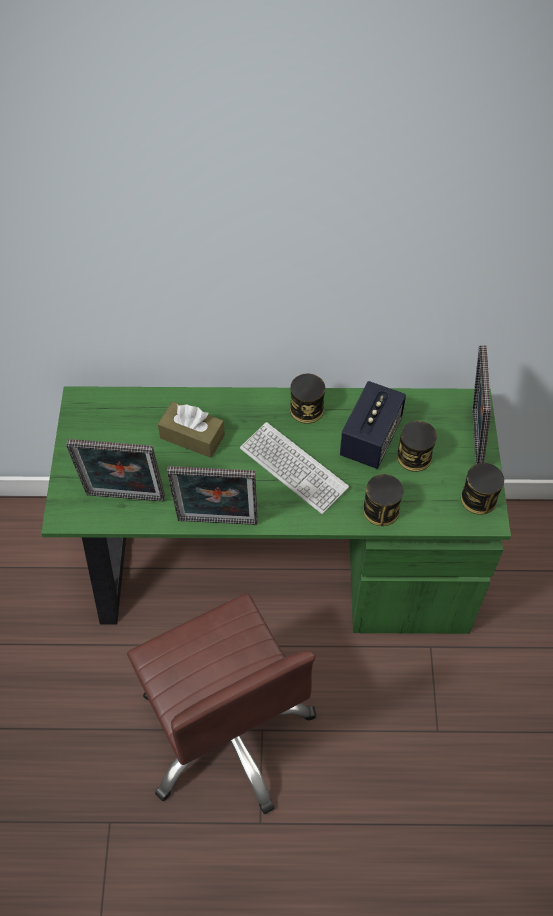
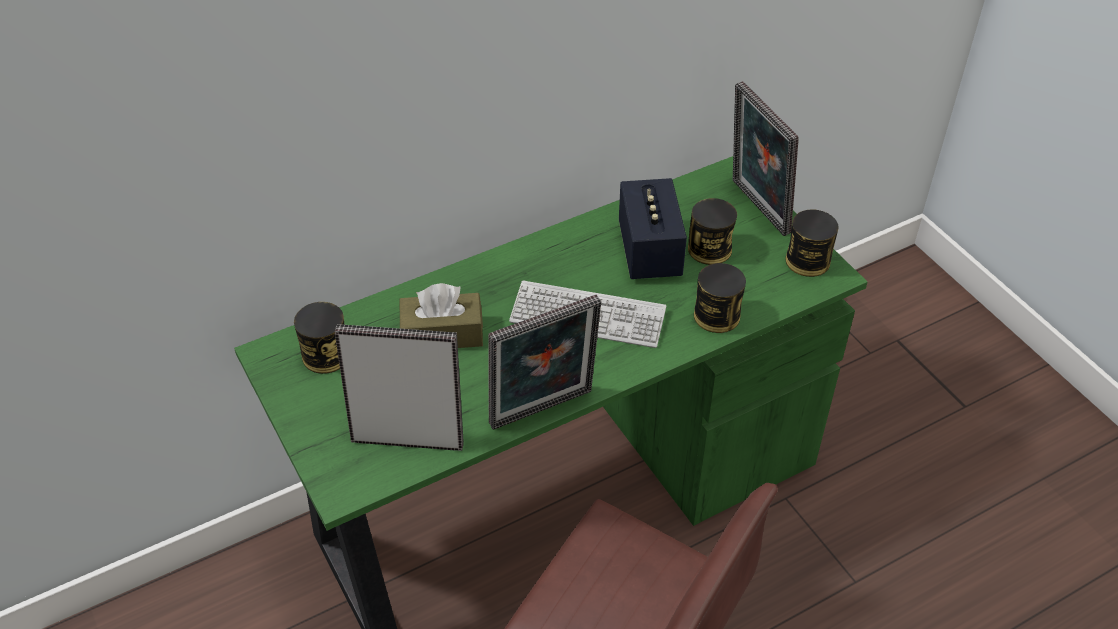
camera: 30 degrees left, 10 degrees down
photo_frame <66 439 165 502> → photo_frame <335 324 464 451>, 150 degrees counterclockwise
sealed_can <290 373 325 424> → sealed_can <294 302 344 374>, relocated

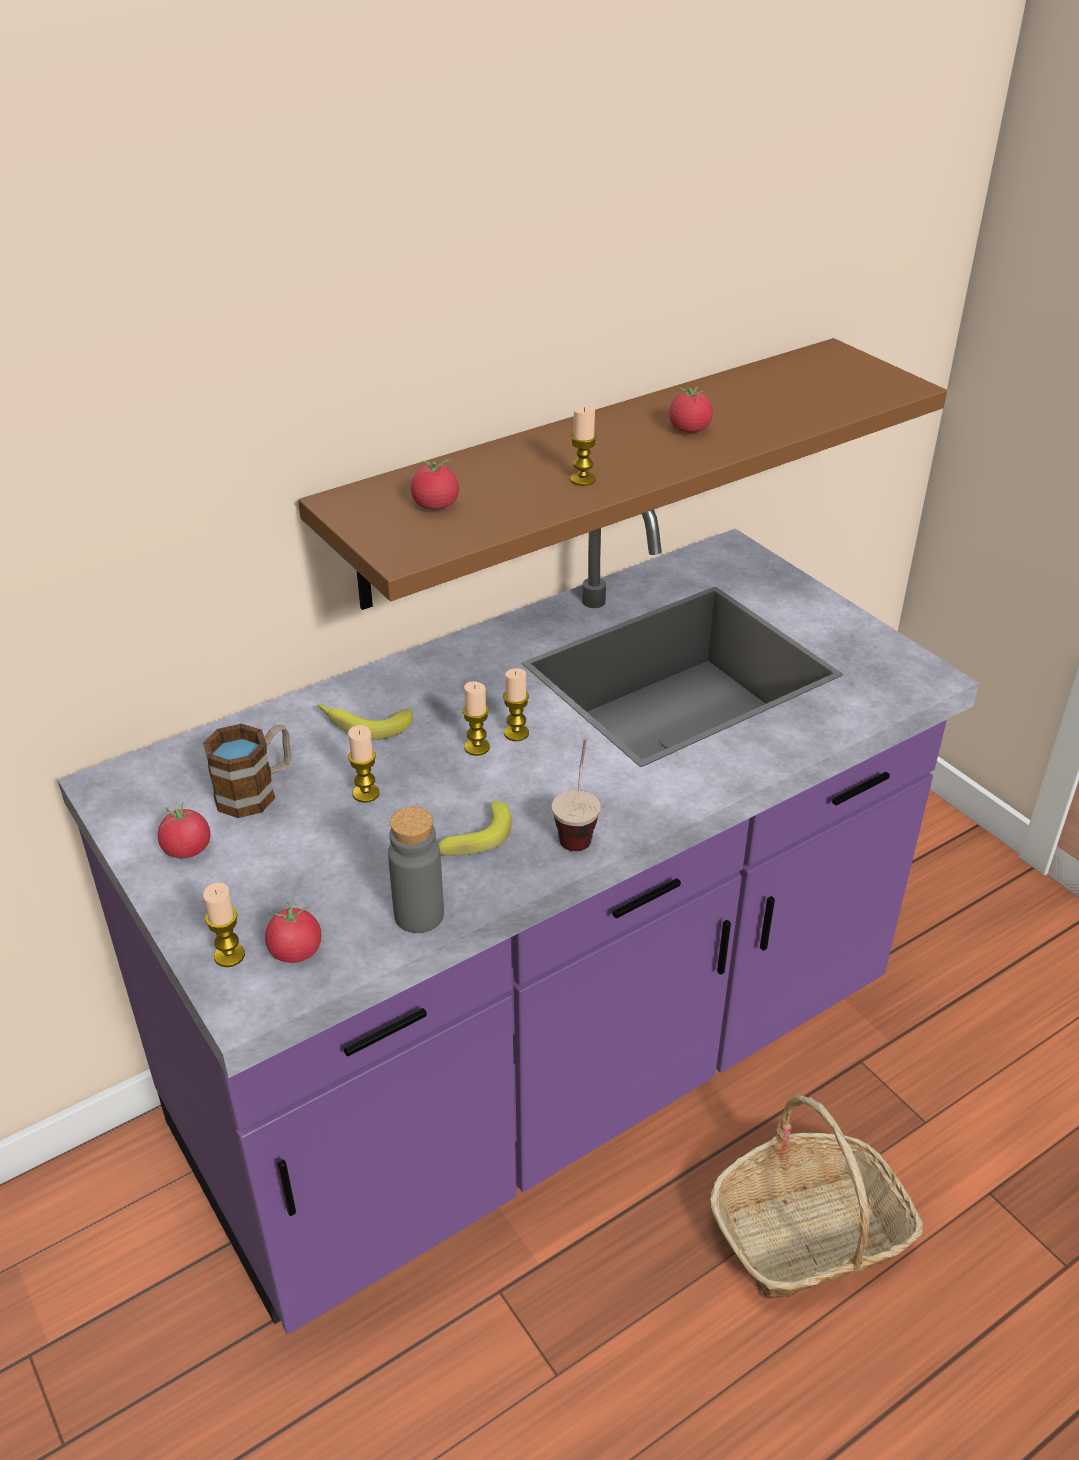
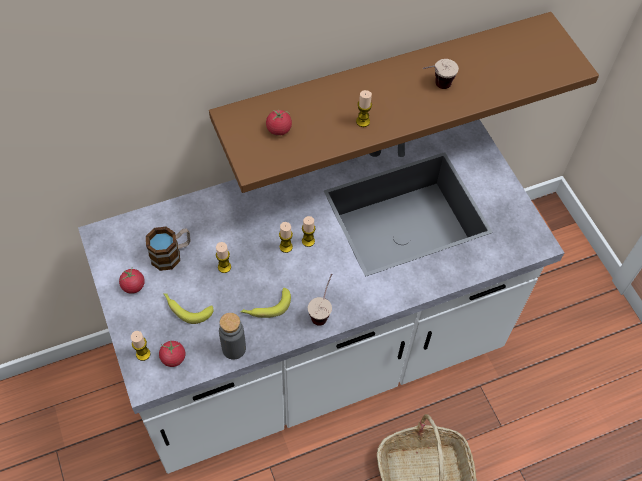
camera: 10 degrees right, 20 degrees up
purple-coloured_kitchen_counter <57 510 979 1334> → white-coloured_kitchen_counter <78 119 564 474>
banana_fruit <317 704 413 740> → banana_fruit <163 293 214 324>, relocated
fresh_tomato <669 386 713 433> → drinking_cup <423 59 459 89>

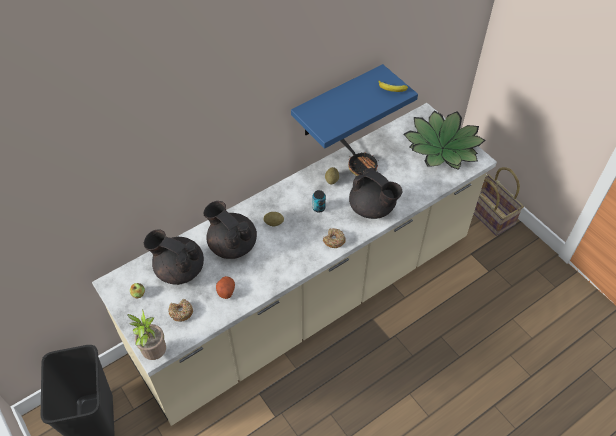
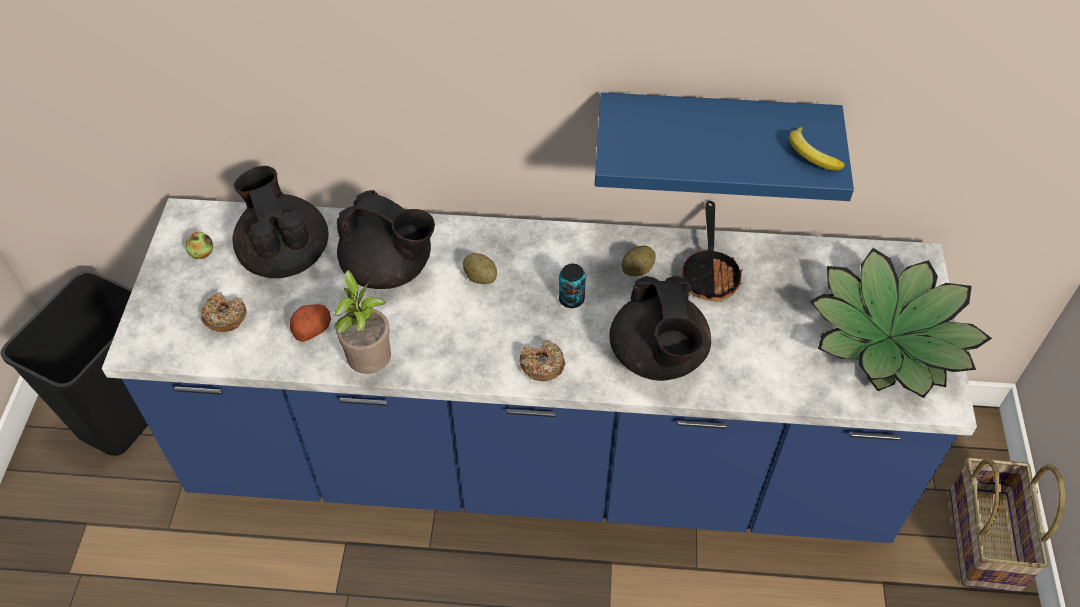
camera: 40 degrees right, 0 degrees up
beige_kitchen_counter <92 103 497 426> → blue-coloured_kitchen_counter <102 198 977 543>
houseplant <127 309 166 360> → houseplant <334 270 391 374>, relocated
blackish_tea_pot <203 201 257 259> → blackish_tea_pot <337 190 435 289>, 120 degrees clockwise

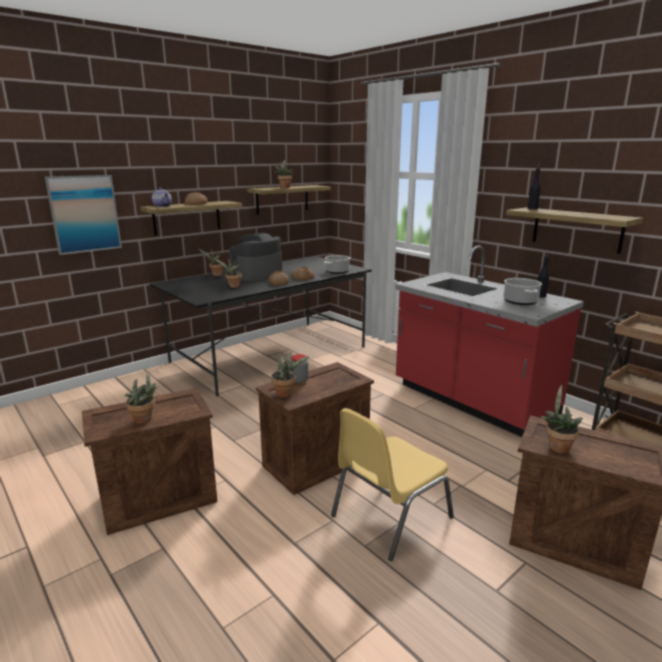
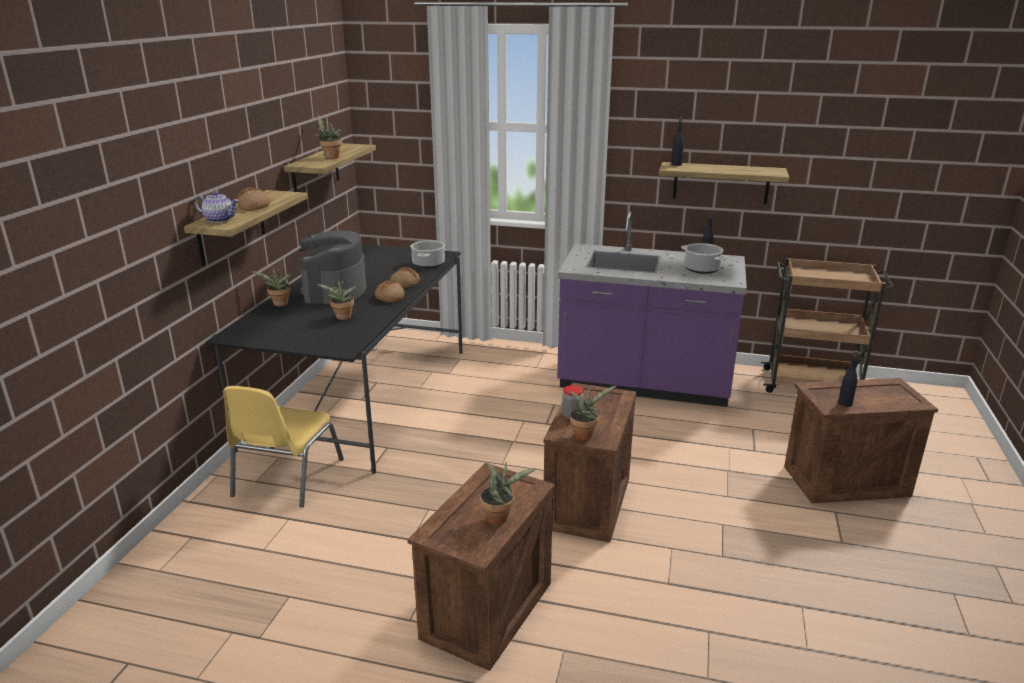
camera: 35 degrees left, 5 degrees up
wall_art <45 175 122 255> → -
yellow_chair <331 408 454 561> → yellow_chair <223 386 344 508>, relocated
red_kitchen_counter <396 245 584 437> → purple-coloured_kitchen_counter <557 211 747 407>
houseplant <541 385 583 453> → blackish_bottle <838 350 858 407>

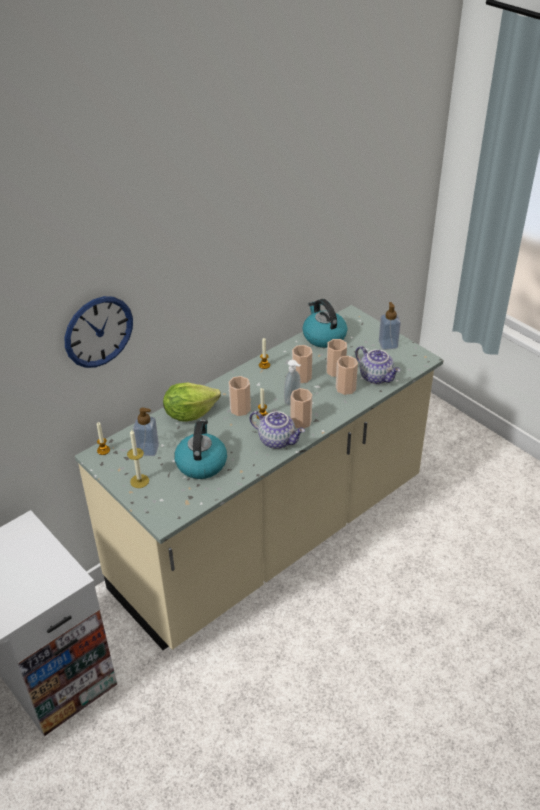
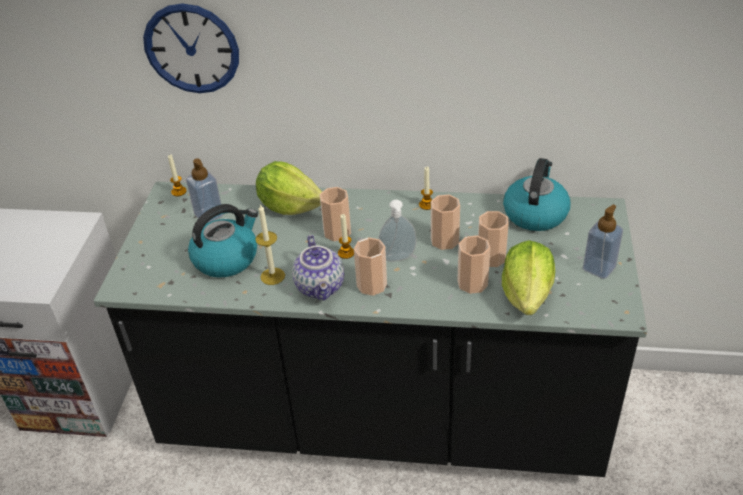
camera: 50 degrees right, 0 degrees up
beige_kitchen_counter <75 305 444 650> → blackish_kitchen_counter <94 182 647 477>
wax_candle <127 429 149 488> → wax_candle <255 204 285 285>, relocated
tea_pot <355 346 400 384> → head_of_lettuce <502 240 555 315>

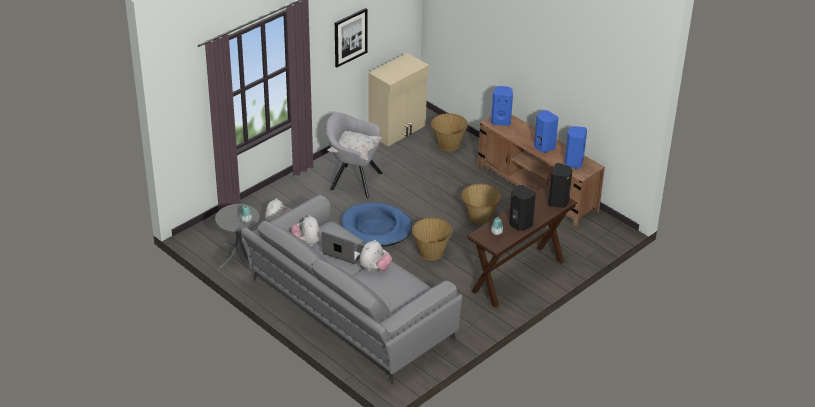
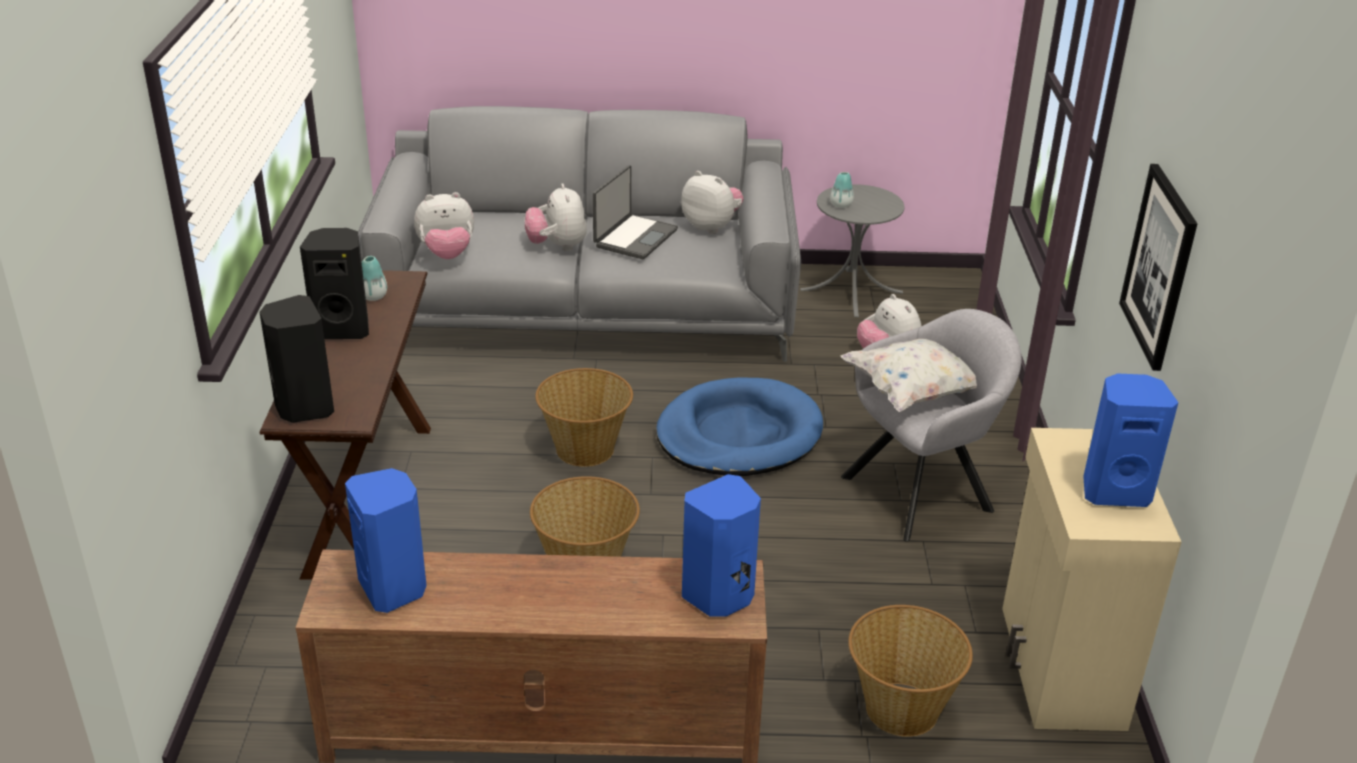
camera: 135 degrees right, 5 degrees down
notebook_computer <322 231 364 264> → notebook_computer <593 165 678 259>, 45 degrees counterclockwise
blue-coloured_audio_speaker <534 110 559 153> → blue-coloured_audio_speaker <1083 373 1179 507>, relocated
- → cuddly_toy <414 192 474 259>

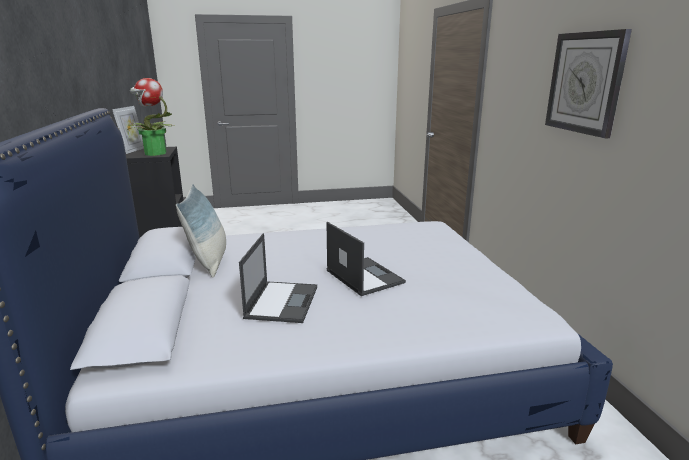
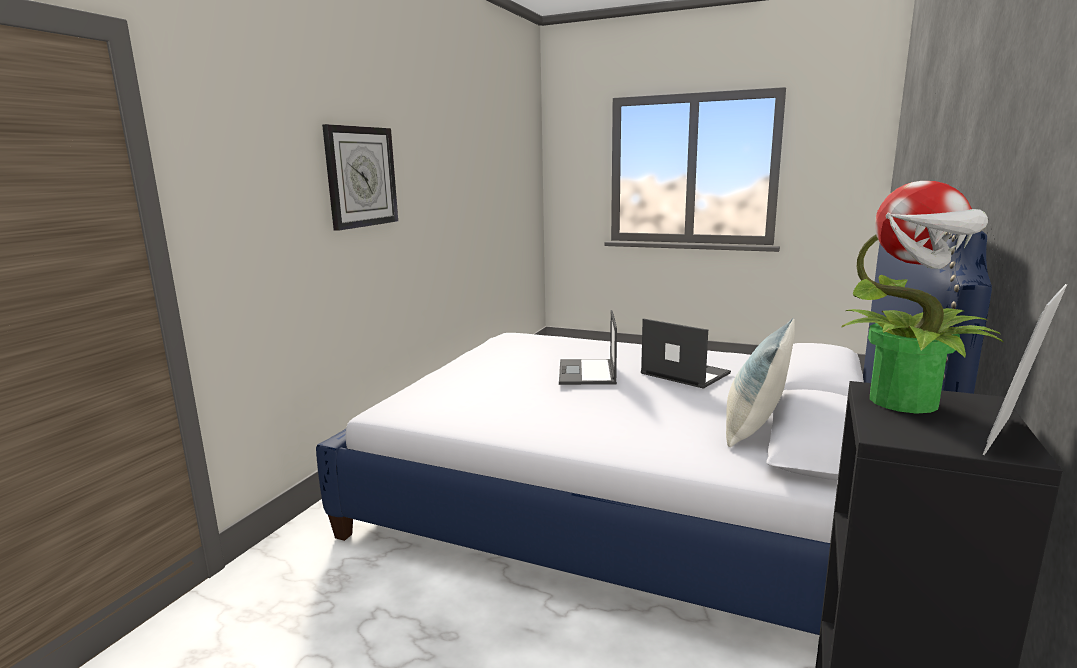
camera: 145 degrees left, 5 degrees down
notebook_computer <239 233 317 323> → notebook_computer <641 318 731 389>, 90 degrees clockwise

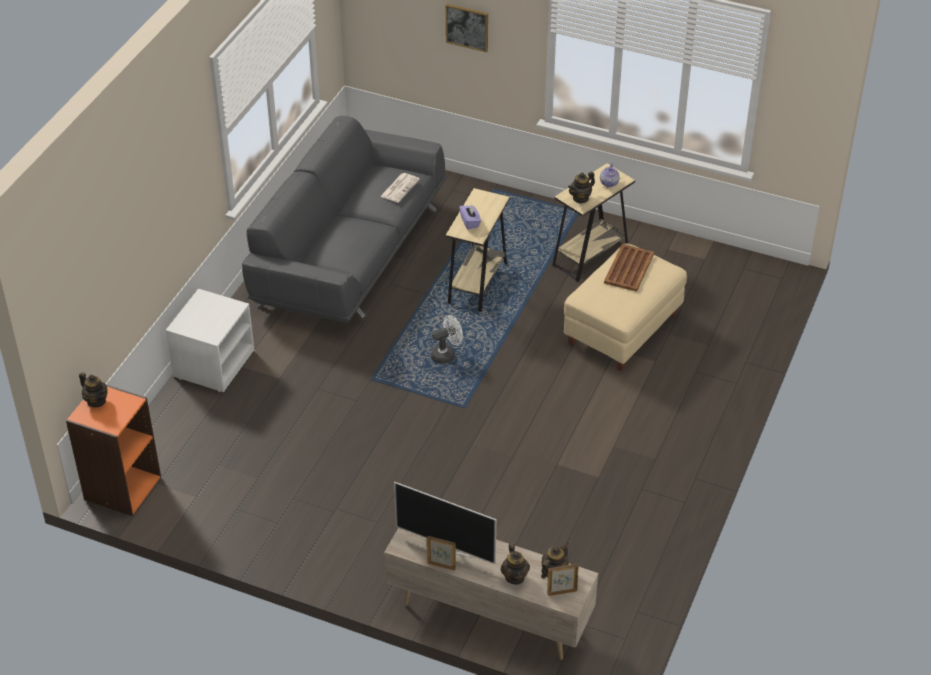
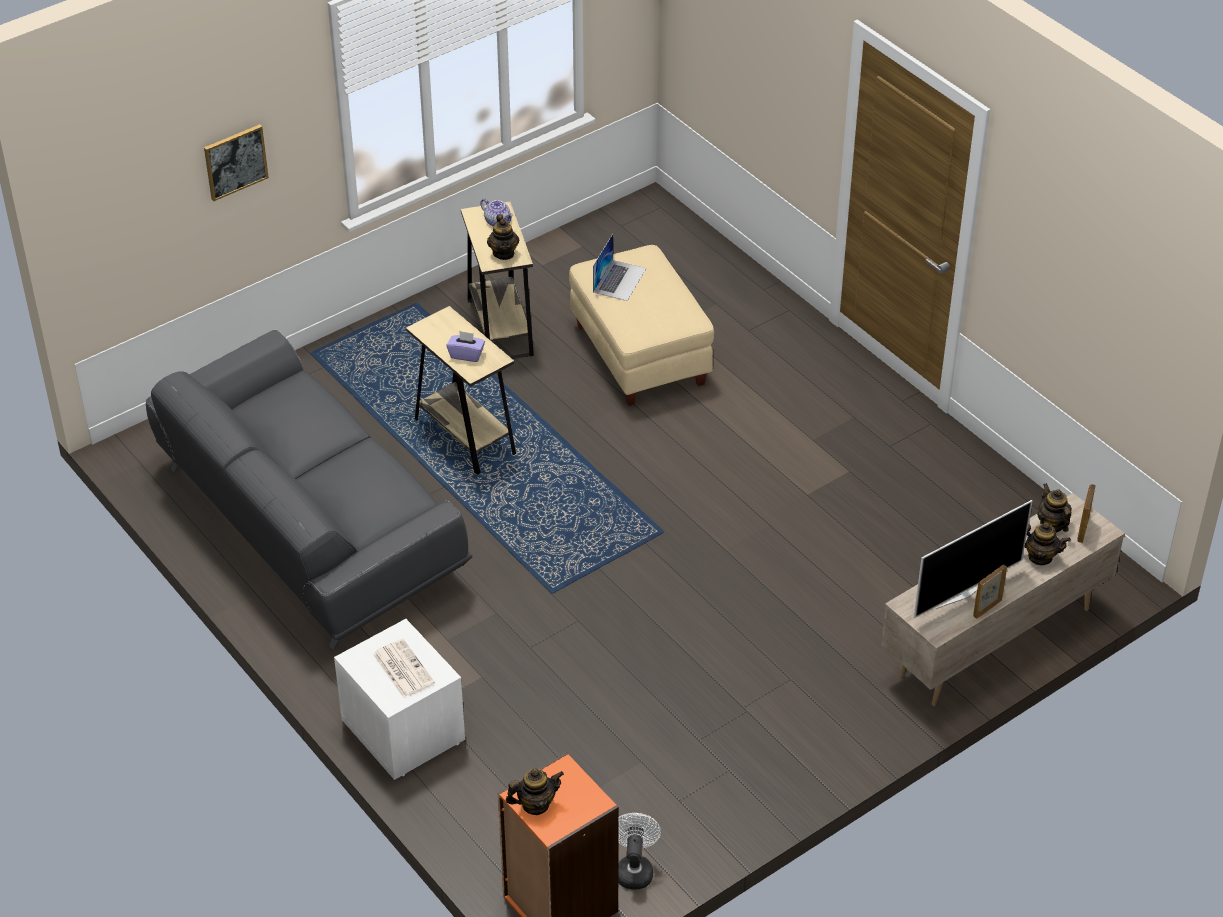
camera: 60 degrees left, 0 degrees up
newspaper <380 173 420 203> → newspaper <373 639 435 698>, relocated
white-coloured_electric_fan <431 315 463 364> → white-coloured_electric_fan <618 813 661 890>, relocated
brown_carrying_tray <604 244 654 292> → notebook_computer <593 234 646 301>

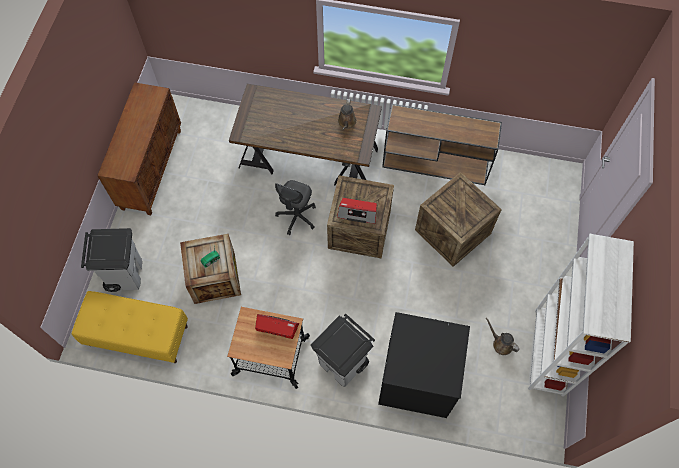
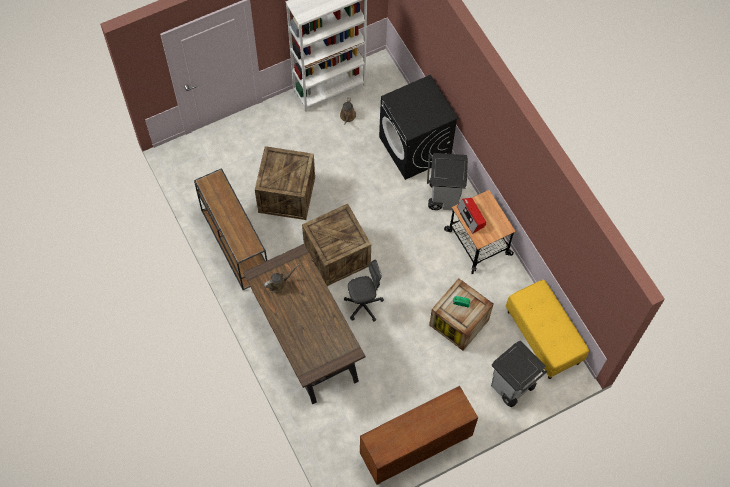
camera: 130 degrees left, 0 degrees up
radio_set <337 198 377 224> → -

